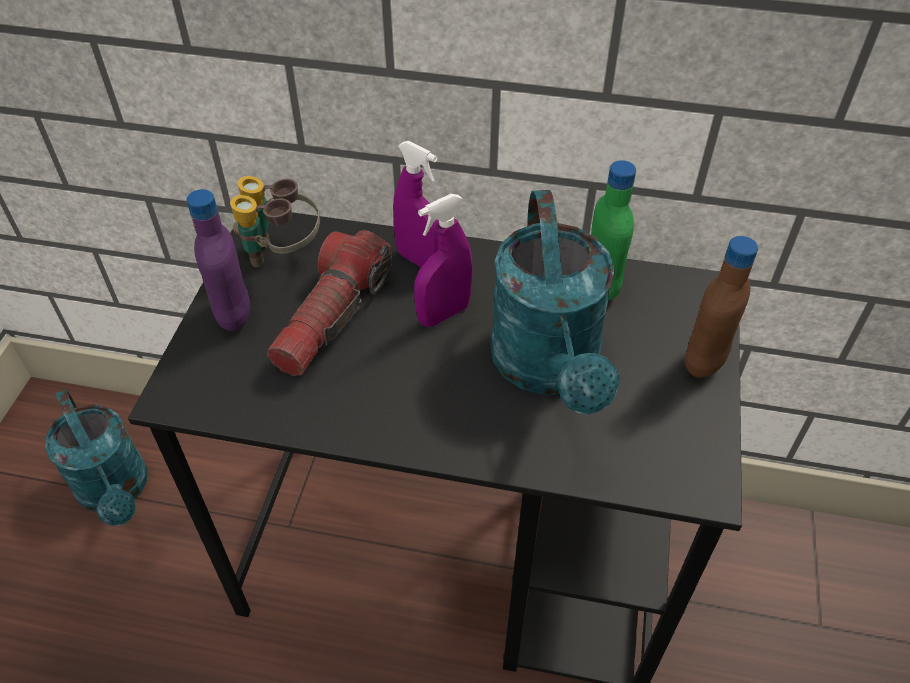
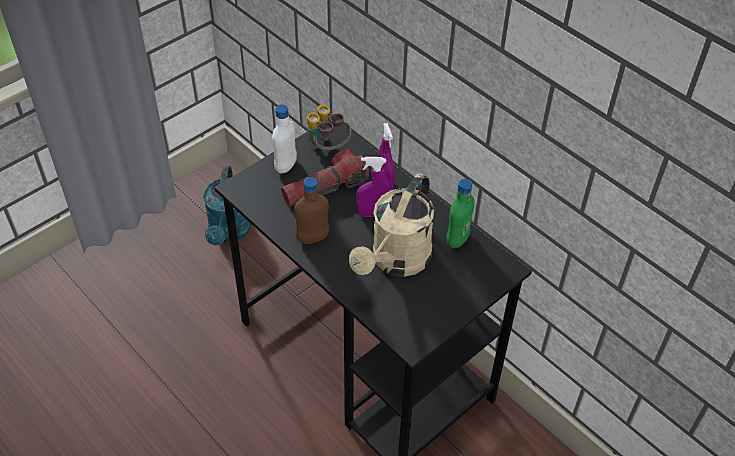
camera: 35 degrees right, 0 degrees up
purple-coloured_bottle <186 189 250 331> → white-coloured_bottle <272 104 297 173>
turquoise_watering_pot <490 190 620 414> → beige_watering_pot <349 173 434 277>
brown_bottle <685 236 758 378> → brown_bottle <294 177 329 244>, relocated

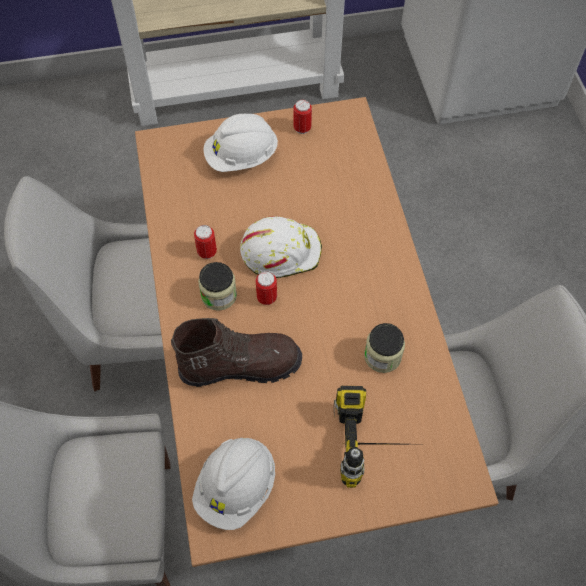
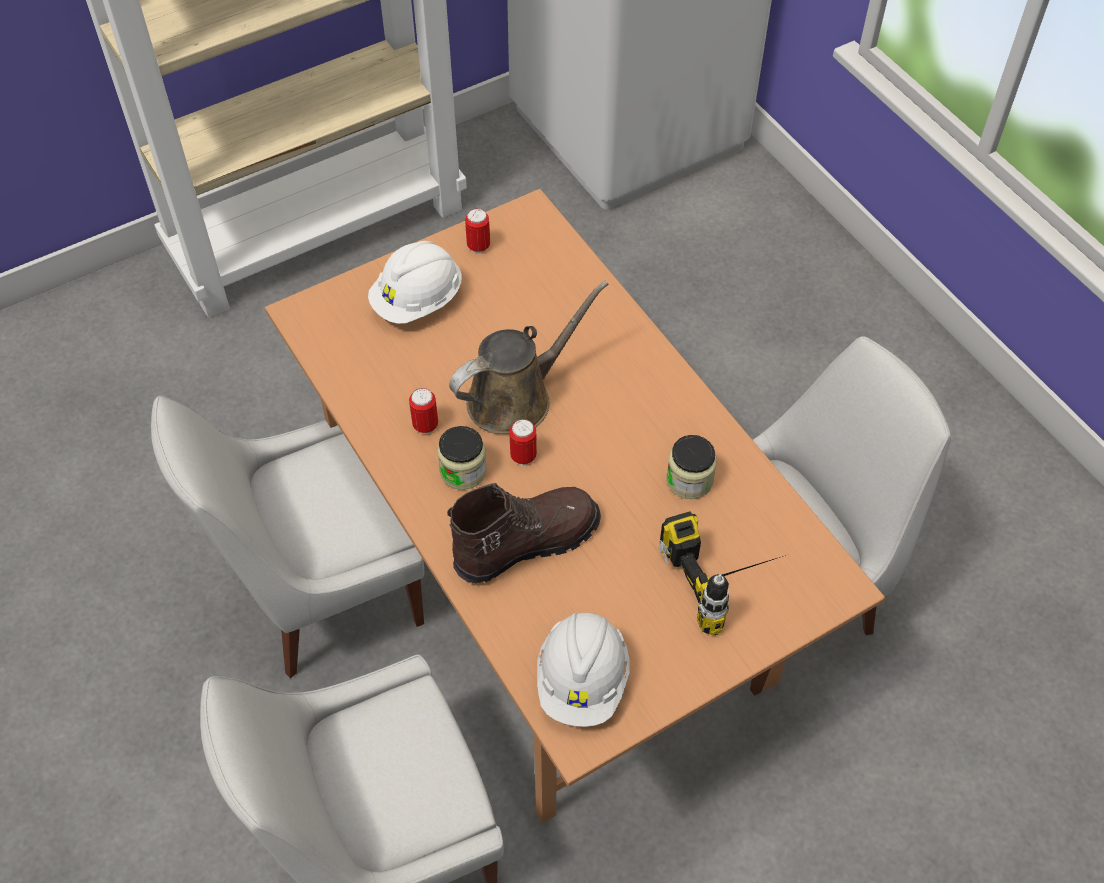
camera: 20 degrees left, 5 degrees down
white-coloured_safety_helmet <240 216 322 278> → brown_watering_pot <449 281 609 434>

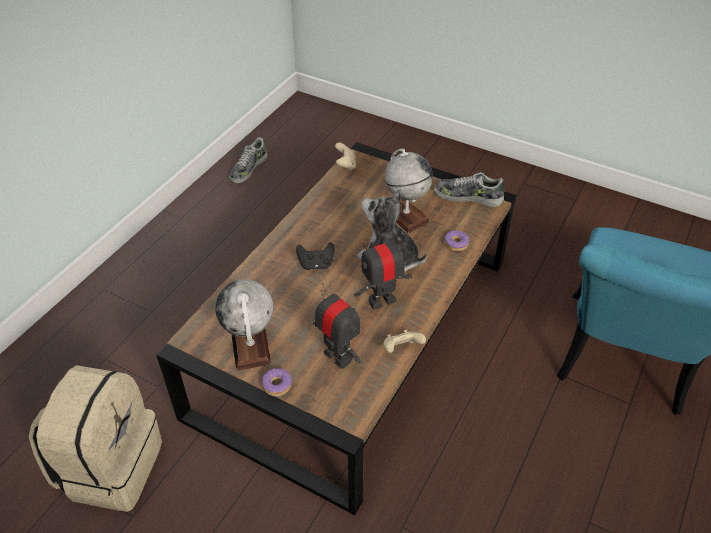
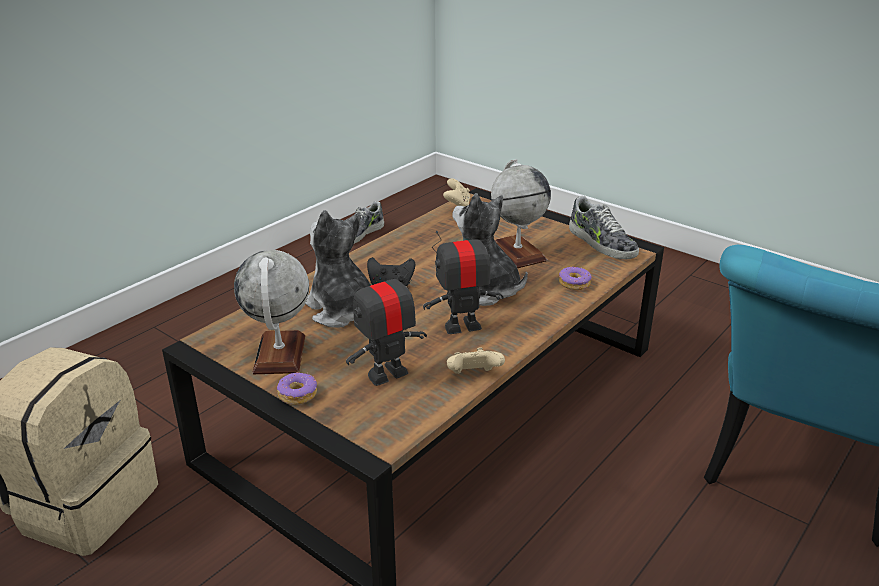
camera: 10 degrees right, 15 degrees down
toy_robot <313 283 361 369> → toy_robot <346 258 427 386>, 90 degrees counterclockwise
item_of_footwear <434 172 505 207> → item_of_footwear <569 196 639 259>, 150 degrees counterclockwise
- → cuddly_toy <305 210 371 328>

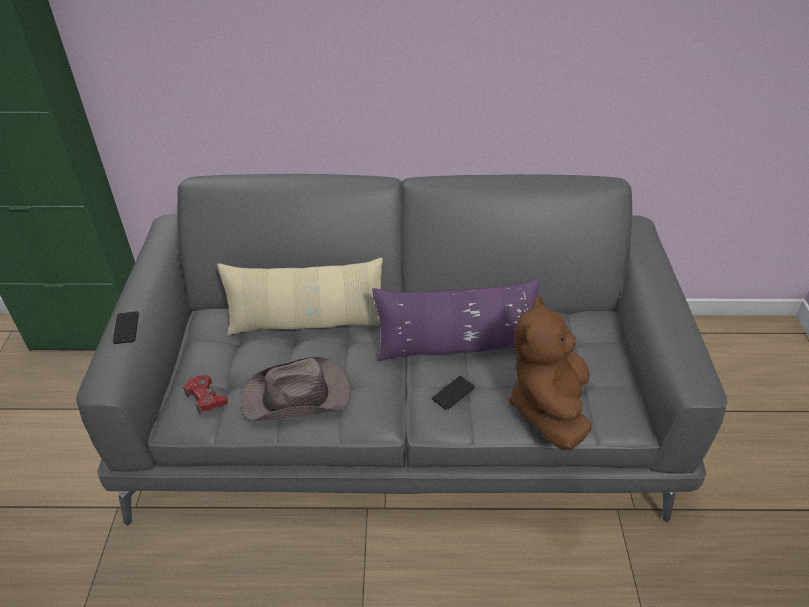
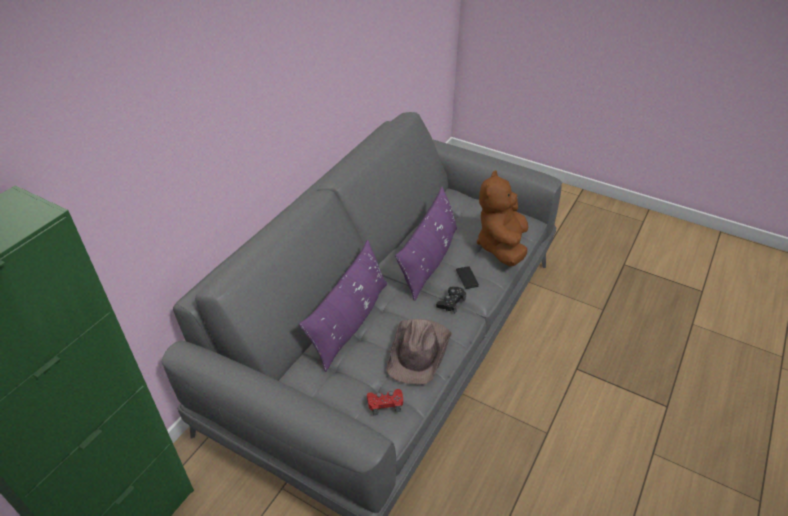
camera: 60 degrees left, 0 degrees up
handset <113 311 139 344> → -
beige_pillow <217 258 383 335> → purple-coloured_pillow <299 240 387 372>
brown_cuddly_toy <509 296 591 450> → brown_cuddly_toy <477 170 528 266>, 60 degrees clockwise
- → blackish_joypad <436 287 466 313>

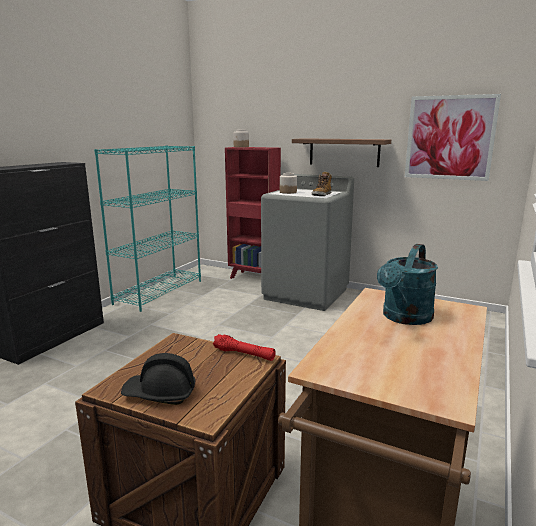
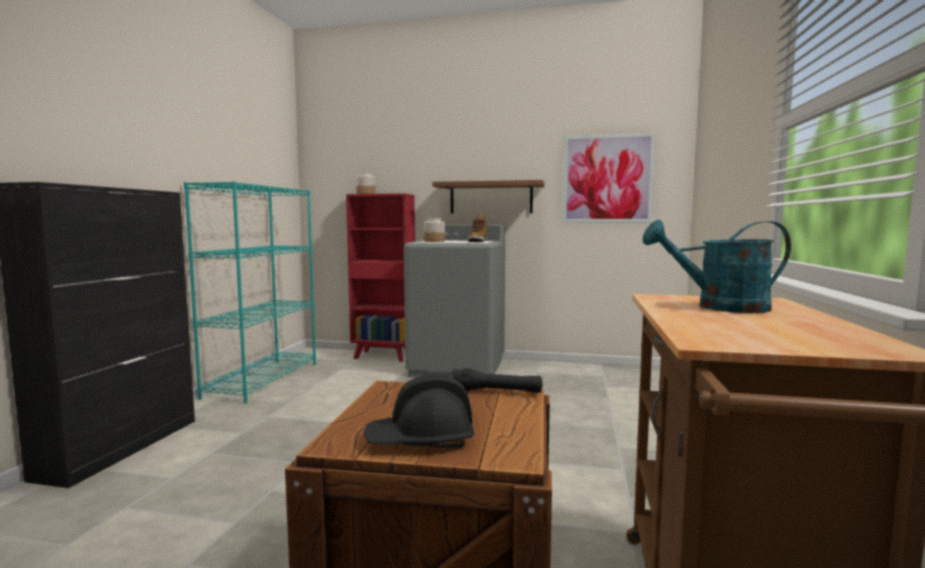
camera: 15 degrees left, 10 degrees down
red_flashlight <213 334 276 361> → blackish_flashlight <451 368 543 393>
turquoise_watering_pot <377 244 438 325> → turquoise_watering_pot <643 220 791 313>, 75 degrees clockwise

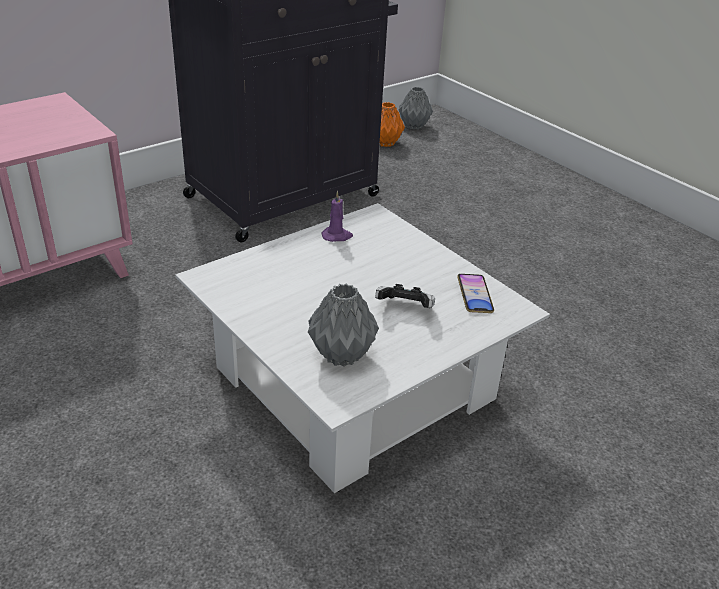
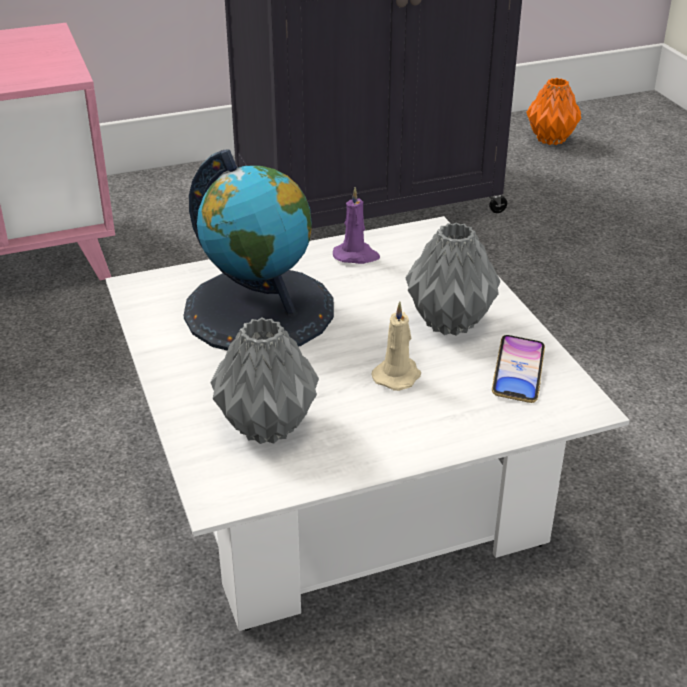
camera: 20 degrees right, 0 degrees up
joypad <375 284 435 308> → beige_wax_candle <372 302 421 391>
grey_vase <399 87 433 130> → grey_vase <406 222 500 336>, relocated
- → desk_globe <184 150 334 350>

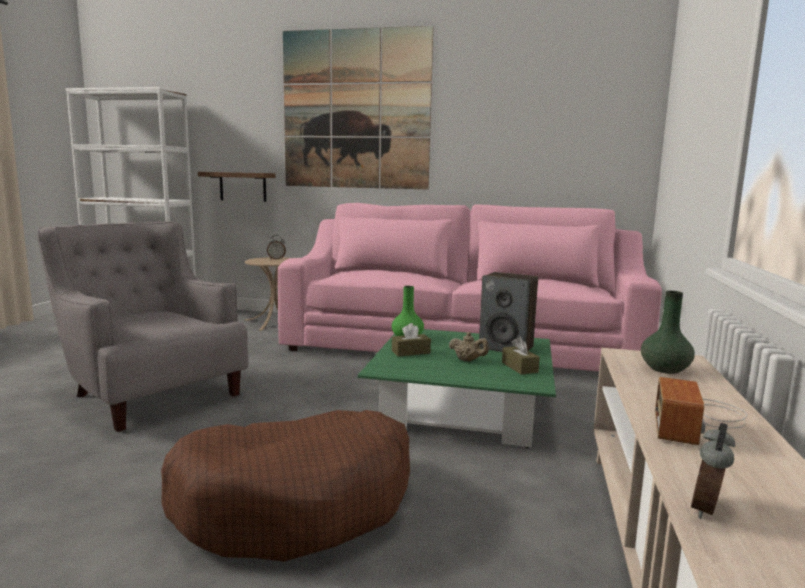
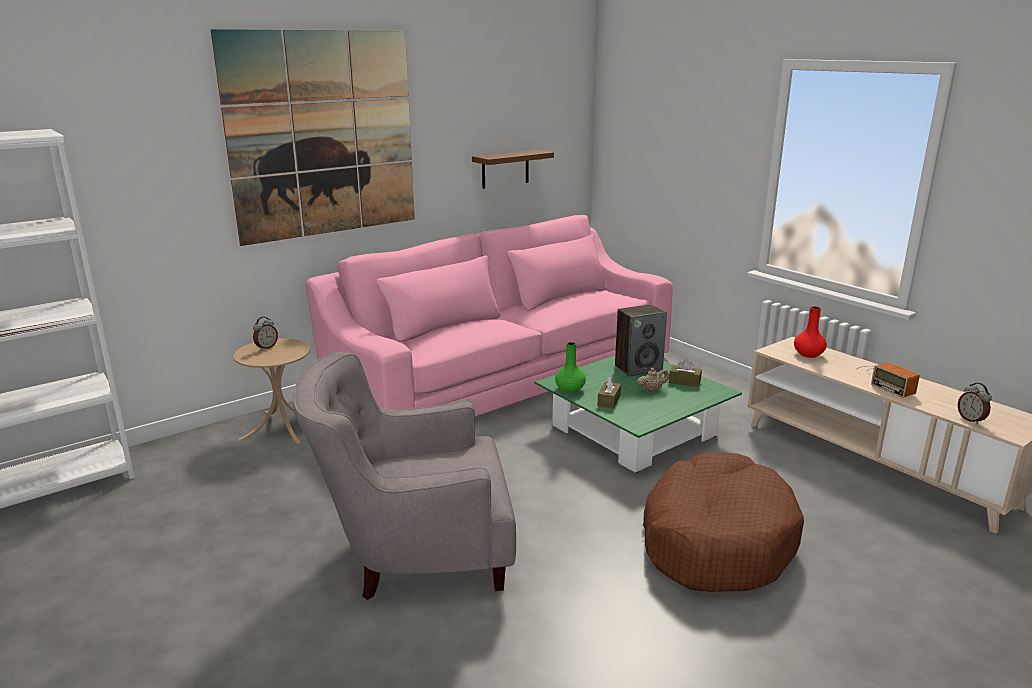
camera: 50 degrees left, 10 degrees up
brown_bracket_shelf <198 172 275 202> → brown_bracket_shelf <472 150 554 189>, relocated
green_vase <641 291 695 374> → red_vase <794 306 827 358>

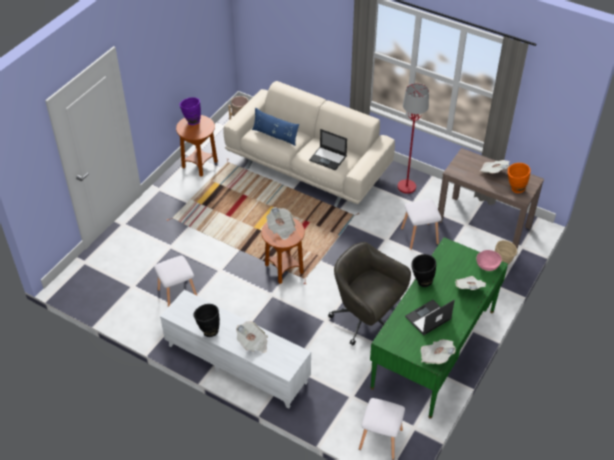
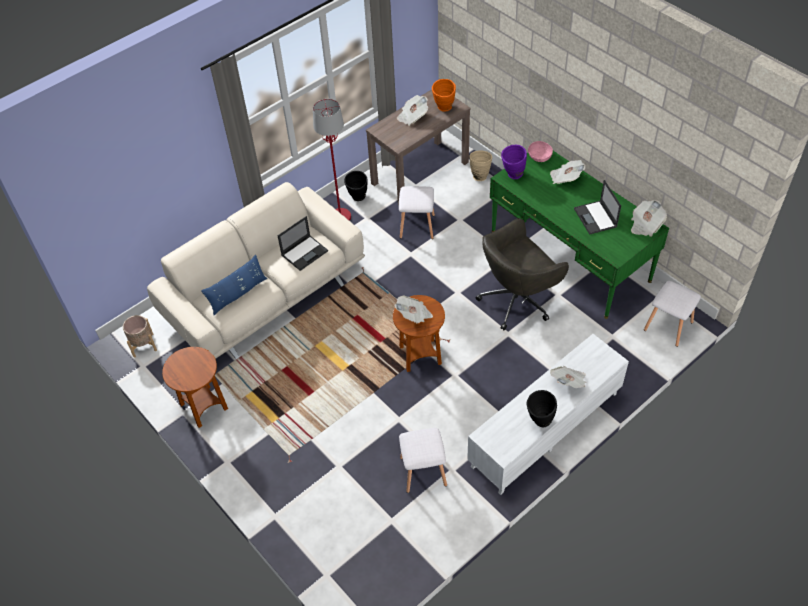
camera: 70 degrees left, 5 degrees up
purple-coloured_vase <179 97 201 125> → purple-coloured_vase <501 145 527 179>, relocated
blackish_vase <412 254 436 287> → blackish_vase <344 171 367 201>, relocated

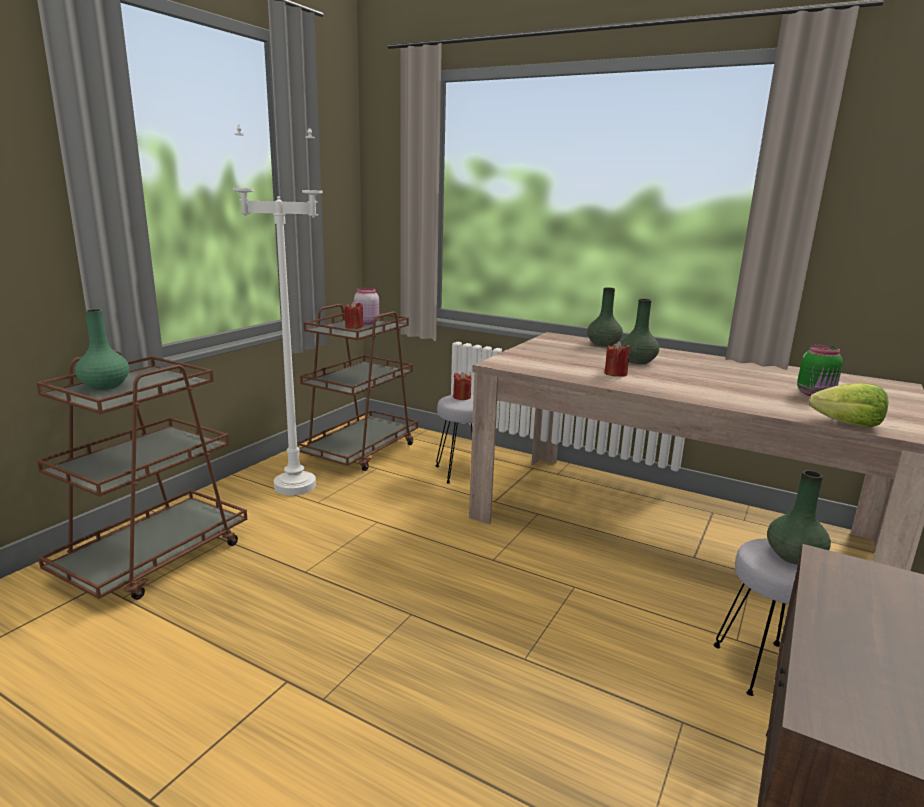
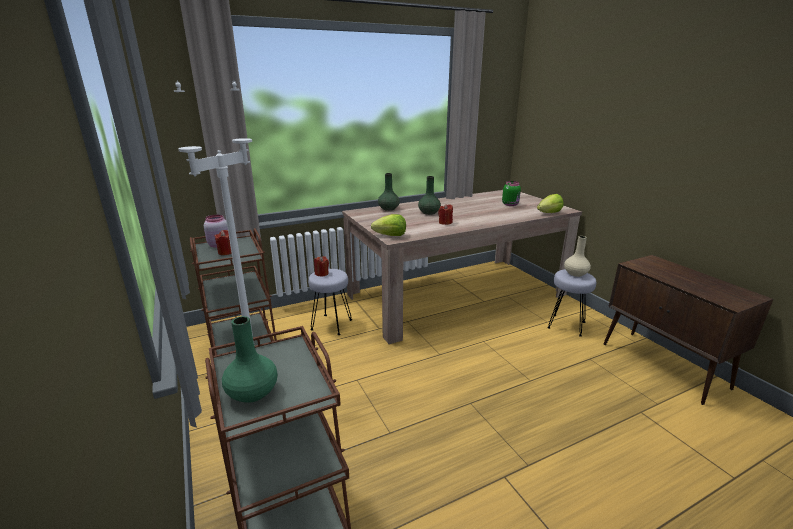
camera: 55 degrees left, 5 degrees up
green_vase <767 470 831 565> → beige_vase <564 236 591 277>
- → head_of_lettuce <371 214 406 236>

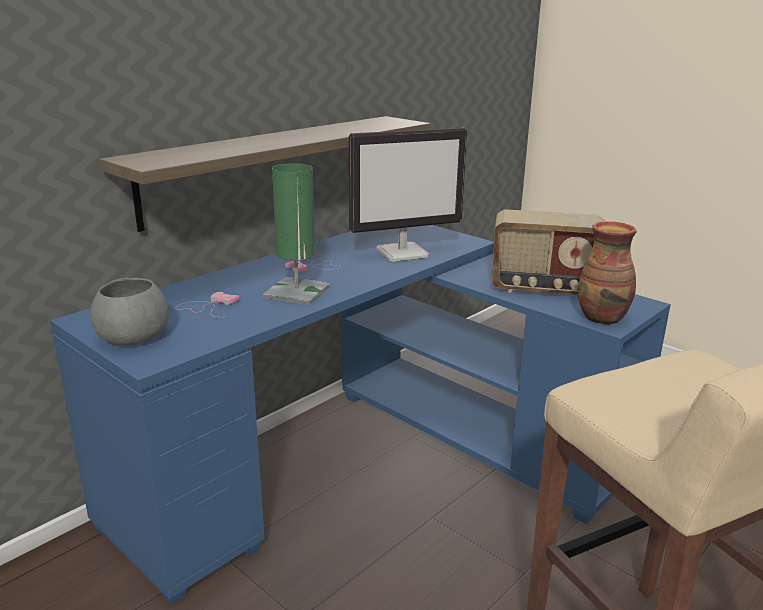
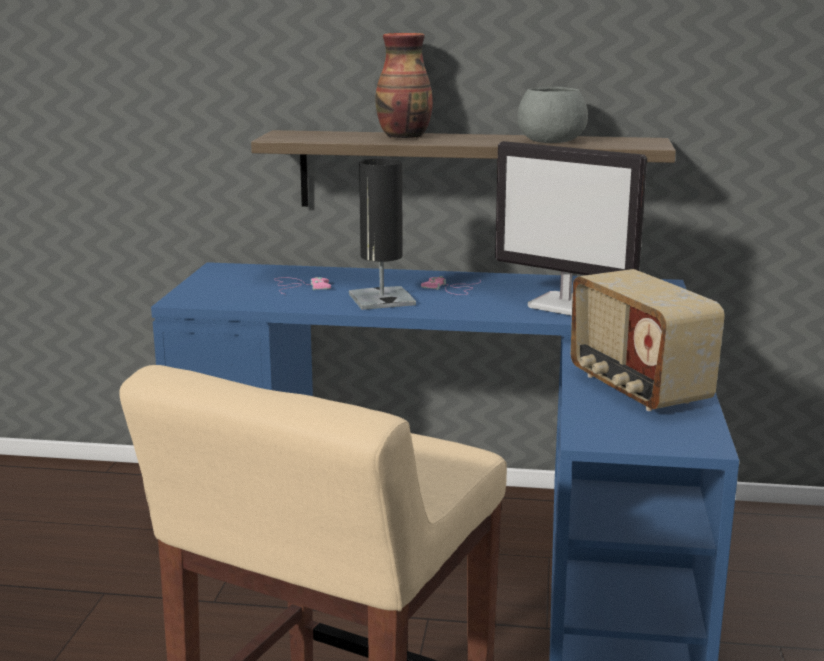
camera: 55 degrees right, 5 degrees down
grey_bowl <90 278 169 346> → grey_bowl <518 87 588 143>, relocated
green_table_lamp <263 163 330 305> → blackish_table_lamp <349 158 416 310>
vase <578 221 637 325> → vase <375 33 433 138>, relocated

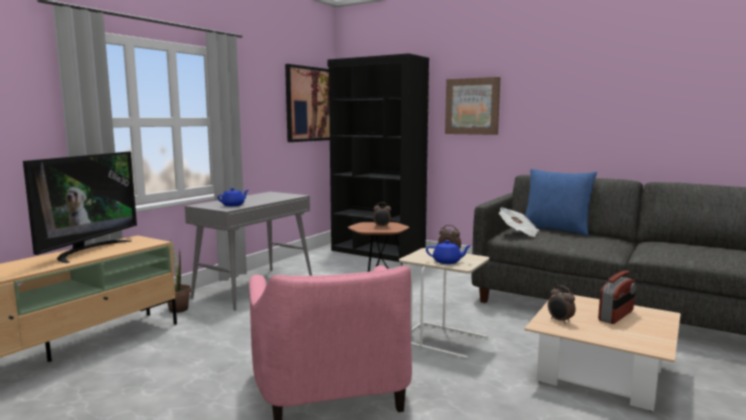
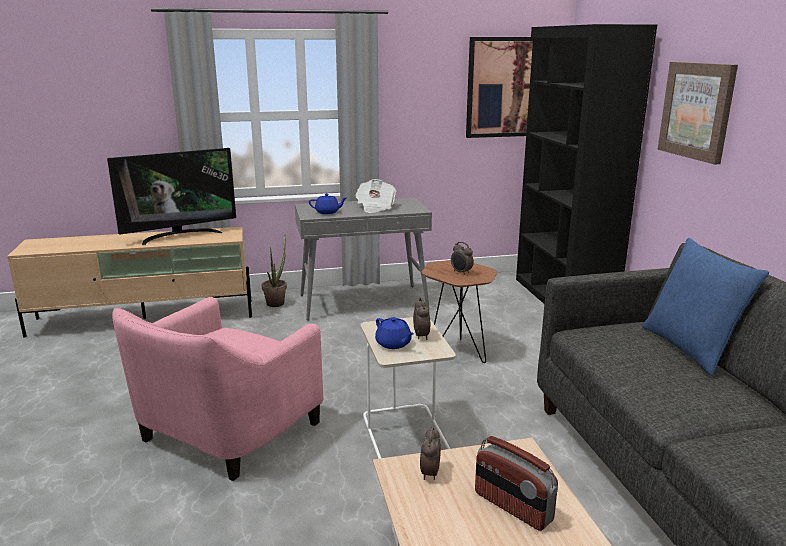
camera: 45 degrees right, 10 degrees up
newspaper <499 207 539 237> → newspaper <355 179 396 213>, relocated
radio_set <598 270 636 324> → radio_set <475 436 558 531>, 45 degrees clockwise

